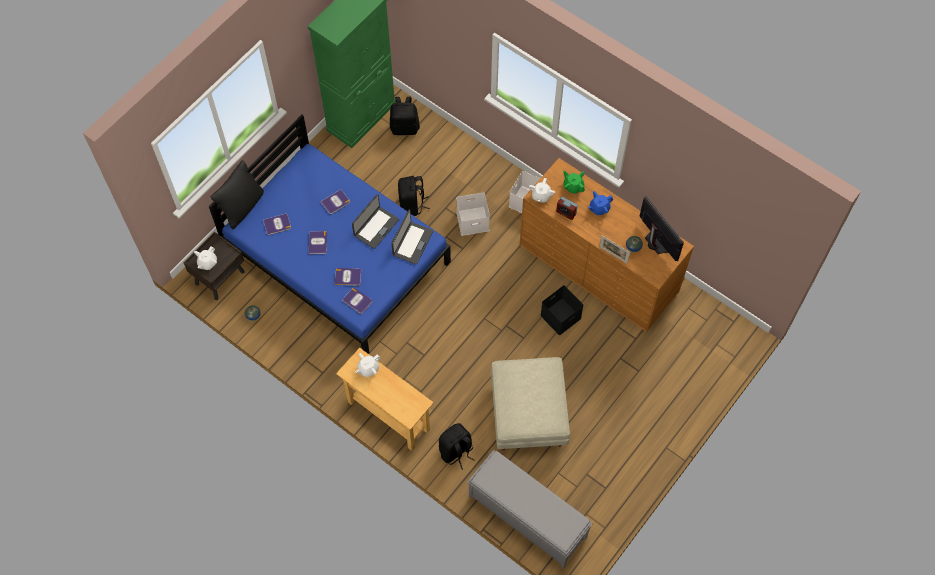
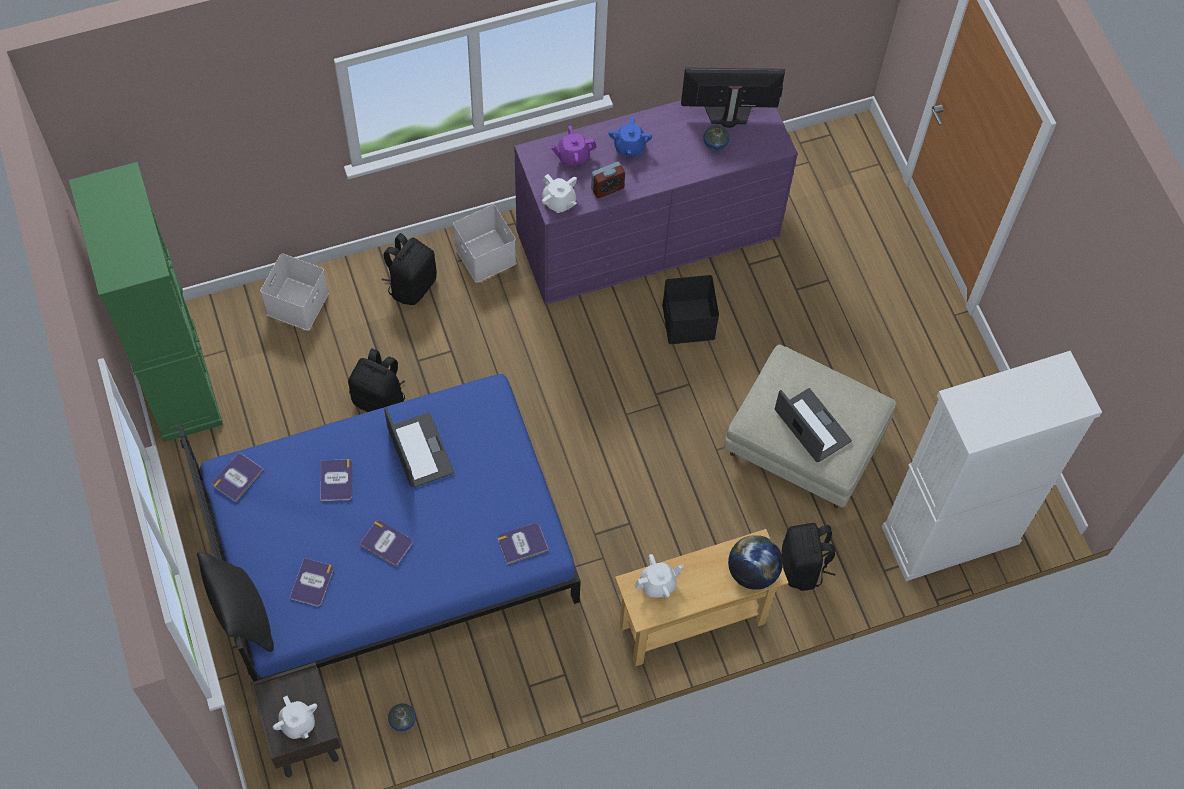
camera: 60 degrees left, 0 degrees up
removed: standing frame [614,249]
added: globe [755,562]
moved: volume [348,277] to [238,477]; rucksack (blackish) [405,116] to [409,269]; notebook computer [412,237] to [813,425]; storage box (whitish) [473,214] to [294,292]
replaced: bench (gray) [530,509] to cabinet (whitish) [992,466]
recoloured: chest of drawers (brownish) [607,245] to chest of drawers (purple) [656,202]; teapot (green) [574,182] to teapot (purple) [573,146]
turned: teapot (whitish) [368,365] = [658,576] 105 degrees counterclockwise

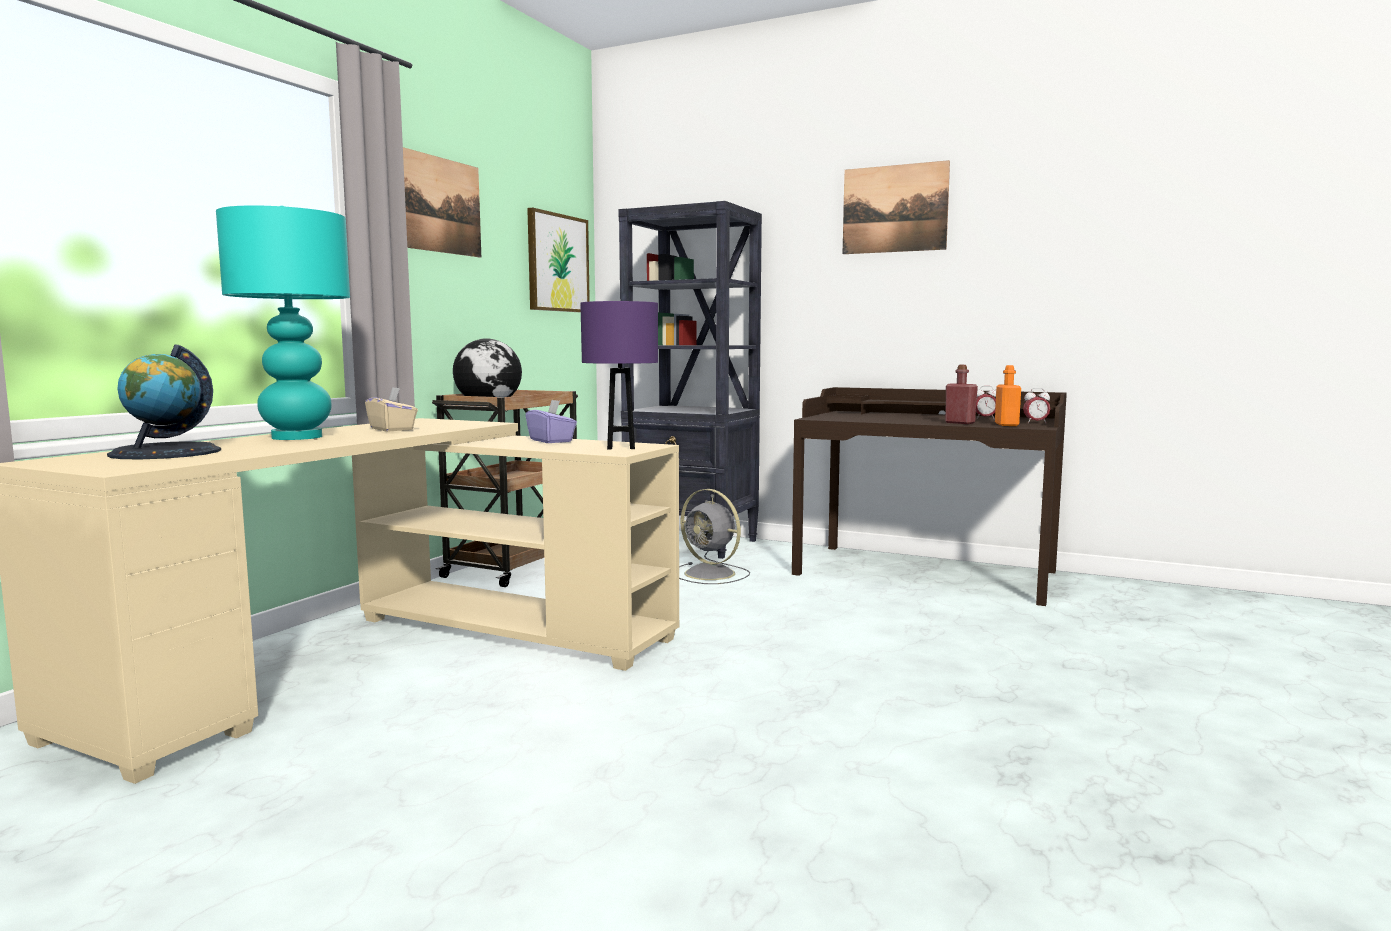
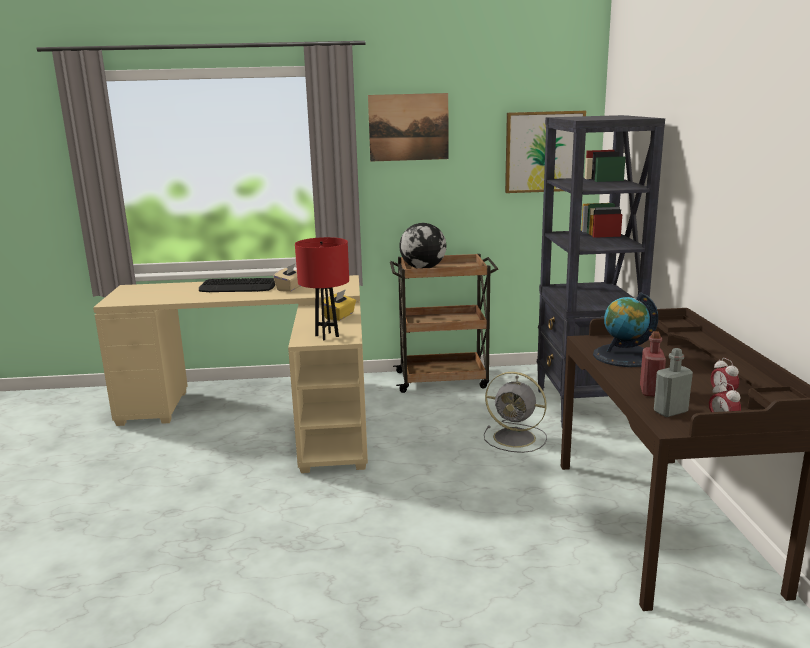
camera: 60 degrees right, 10 degrees up
removed: wall picture [896,207]
moved: globe [164,402] to [625,329]
replaced: lamp for a table (turquoise-coloured) [283,322] to computer keyboard [237,285]
recoloured: box of tissues (purple) [551,421] to box of tissues (yellow-coloured) [340,305]; lamp for a table (purple) [619,375] to lamp for a table (red-coloured) [322,288]; bottle (orange-coloured) [1008,395] to bottle (gray) [673,382]
turned: cooling fan (gray) [714,536] = [515,412] 75 degrees counterclockwise

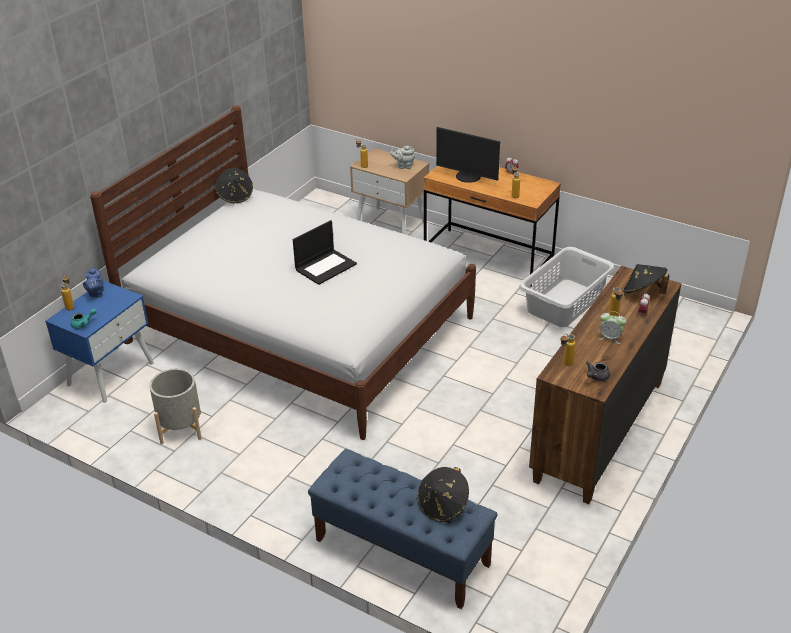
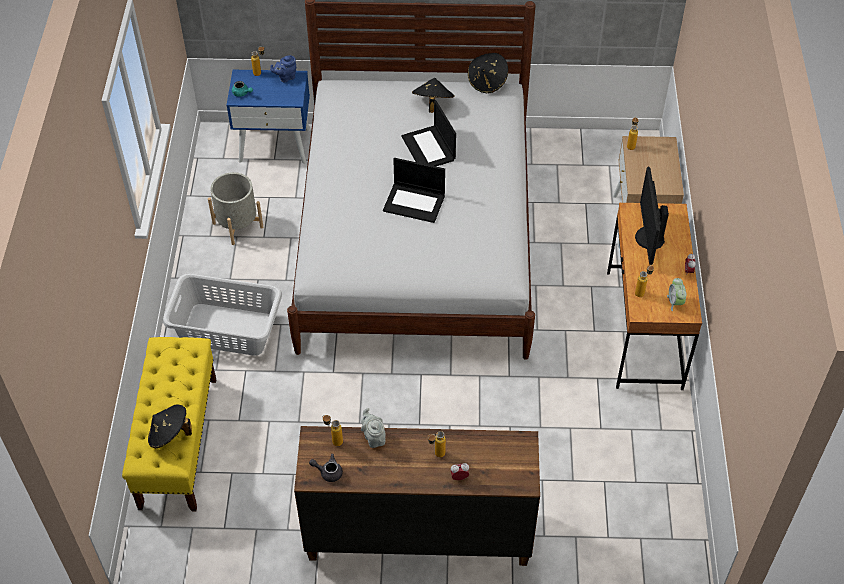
camera: 60 degrees right, 15 degrees up
added: notebook computer [428,133]
moved: teapot (gray) [402,157] to [373,428]; laundry basket (gray) [567,287] to [222,315]; bedside clock [612,327] to [677,294]; clothing hat (blackish) [646,279] to [433,95]
recoloured: bench (blue-coloured) [402,529] to bench (yellow-coloured) [169,424]

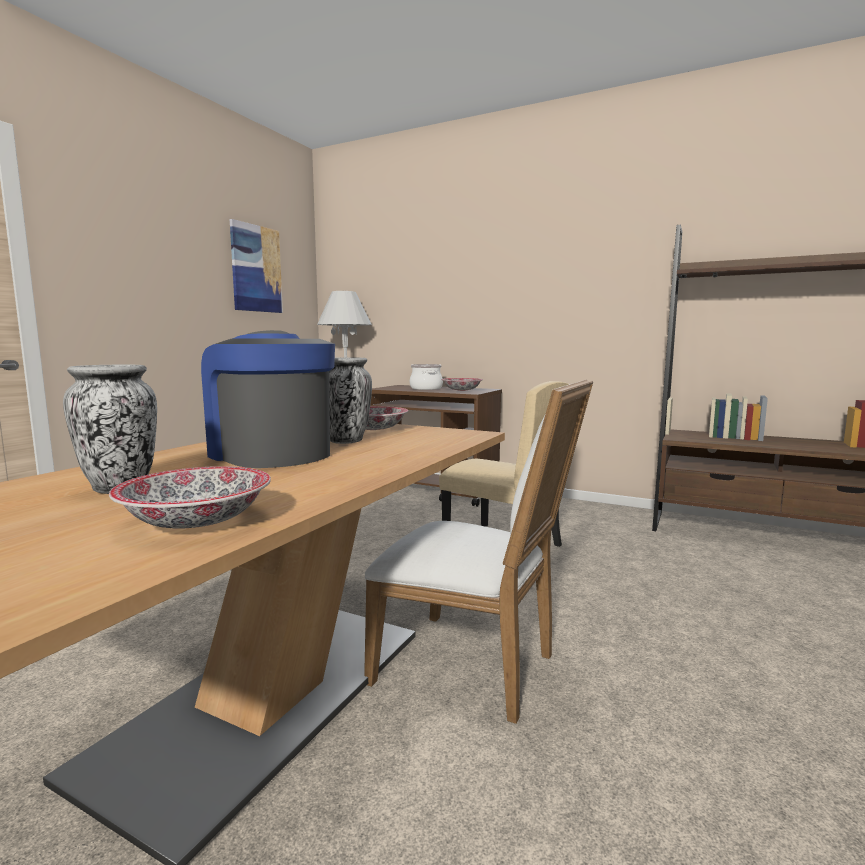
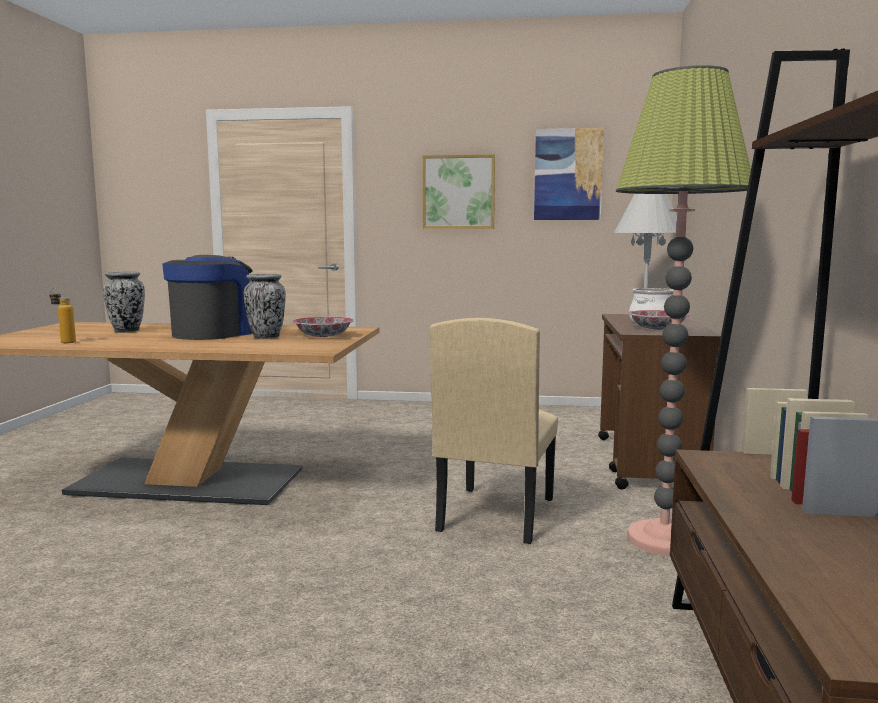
camera: 70 degrees right, 0 degrees up
removed: plain chair (whitish) [478,551]
added: wall picture [458,191]; floor lamp [683,310]
replaced: bowl [190,497] to bottle [62,315]

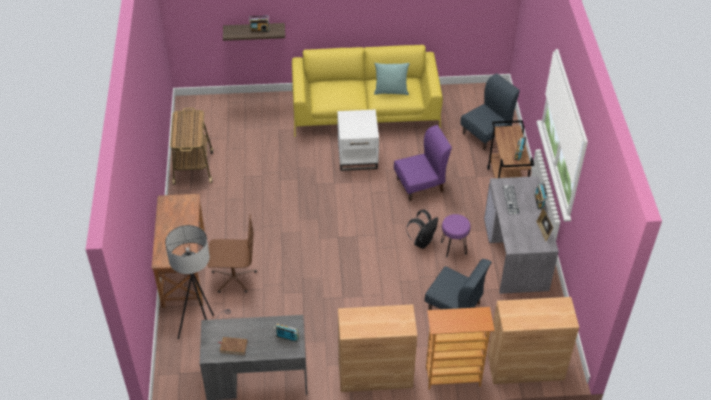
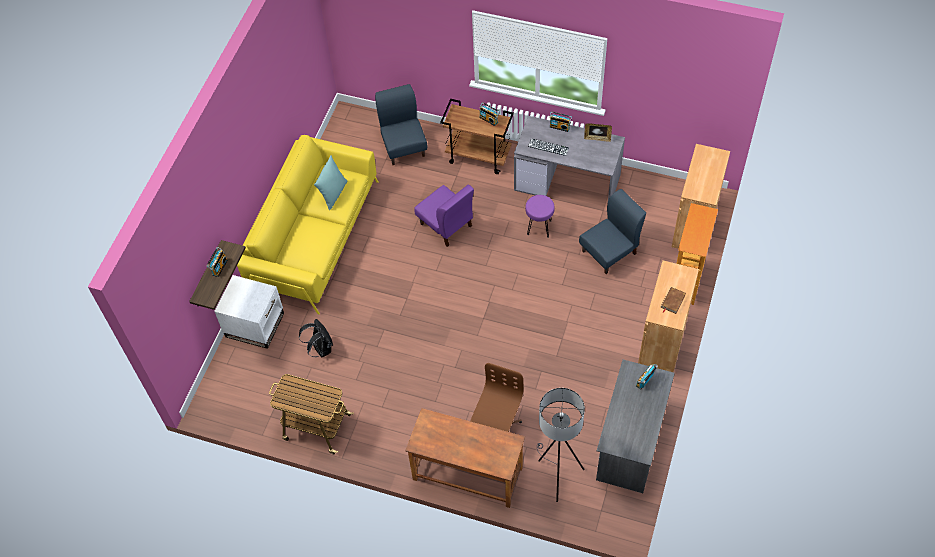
camera: 65 degrees left, 10 degrees up
moved: volume (brownish) [233,346] to [673,300]; side table (whitish) [358,140] to [249,312]; rucksack (blackish) [422,229] to [316,338]
turned: plain chair (purple) [423,163] = [444,216] 135 degrees clockwise

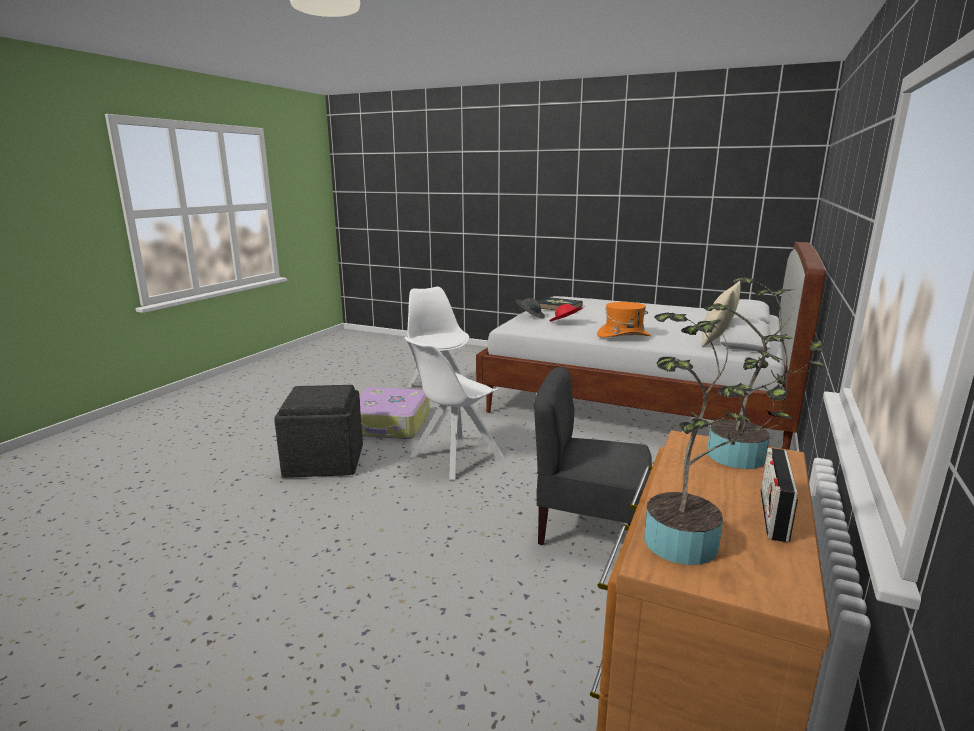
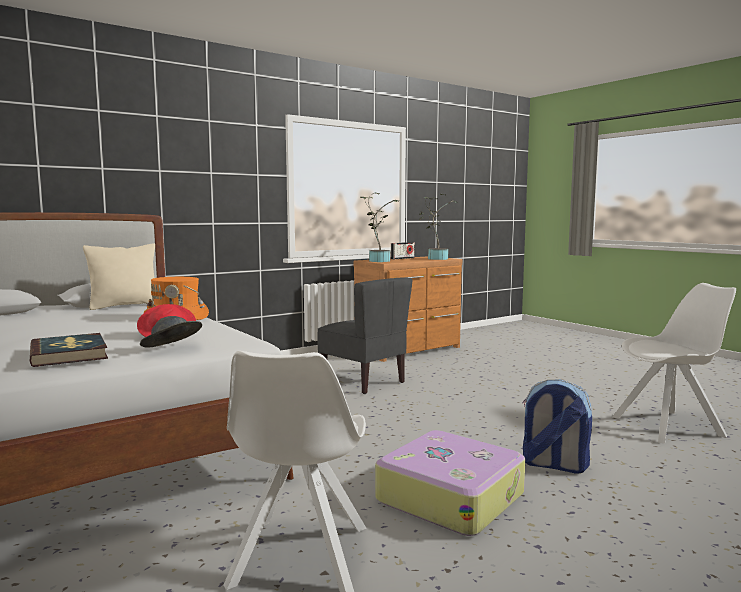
camera: 150 degrees left, 10 degrees down
moved: plain chair (whitish) [454,408] to [674,363]
replaced: ottoman (gray) [318,431] to rucksack [557,426]

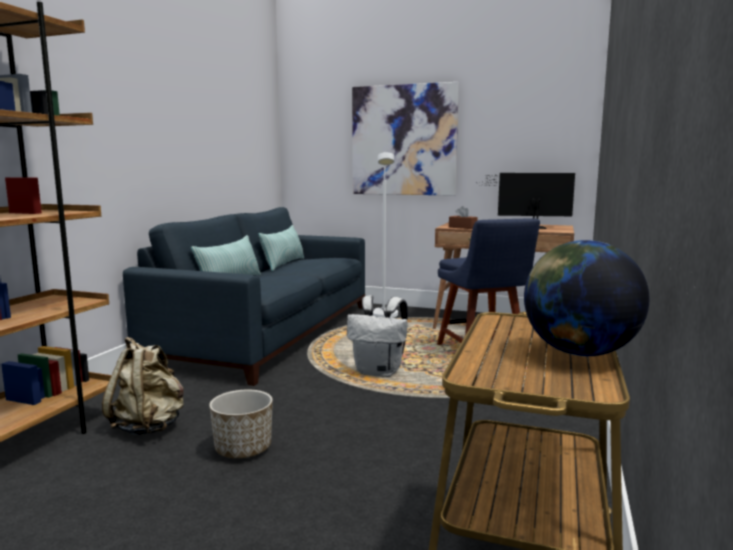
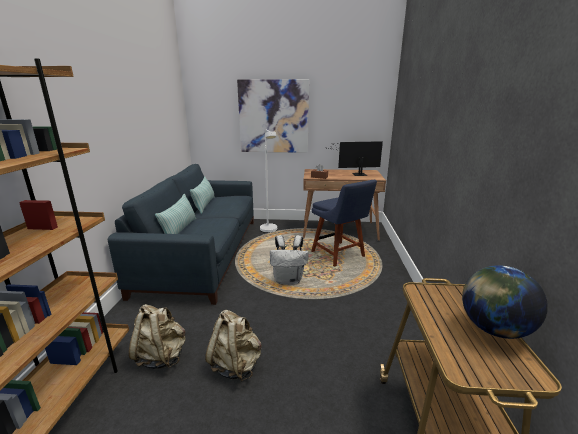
camera: 15 degrees left, 10 degrees up
replaced: flower pot [241,423] to rucksack (beige) [233,346]

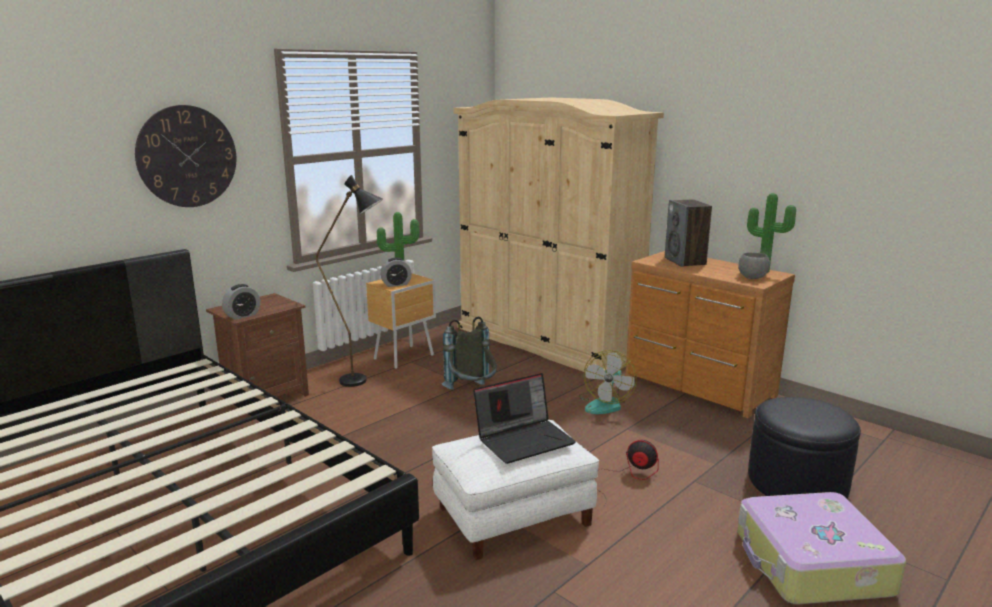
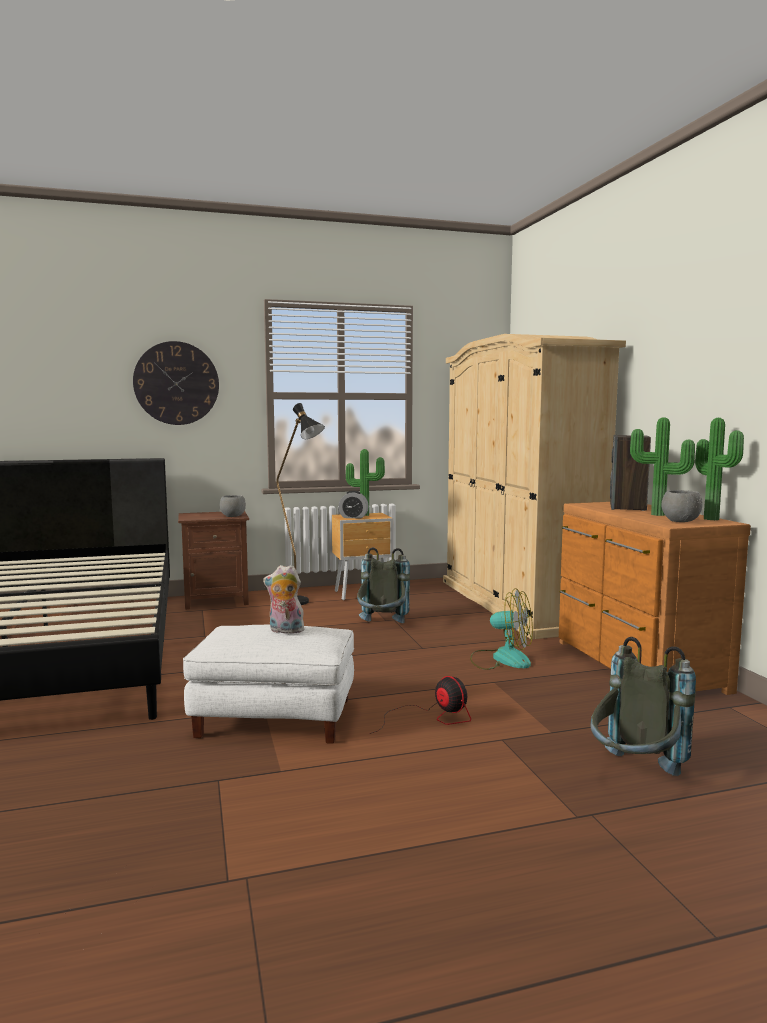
camera: 30 degrees right, 10 degrees down
removed: bedside clock [241,302]; piece of luggage [821,548]
added: bowl (gray) [233,506]; plant in a pot [662,466]
replaced: notebook computer [524,418] to plush toy [284,599]; ottoman (blackish) [804,447] to rucksack (gray) [643,706]
turned: cooling fan [608,382] = [501,629] 120 degrees counterclockwise

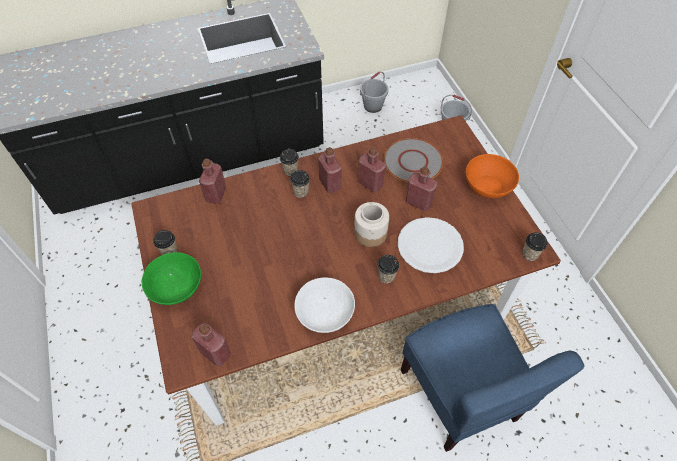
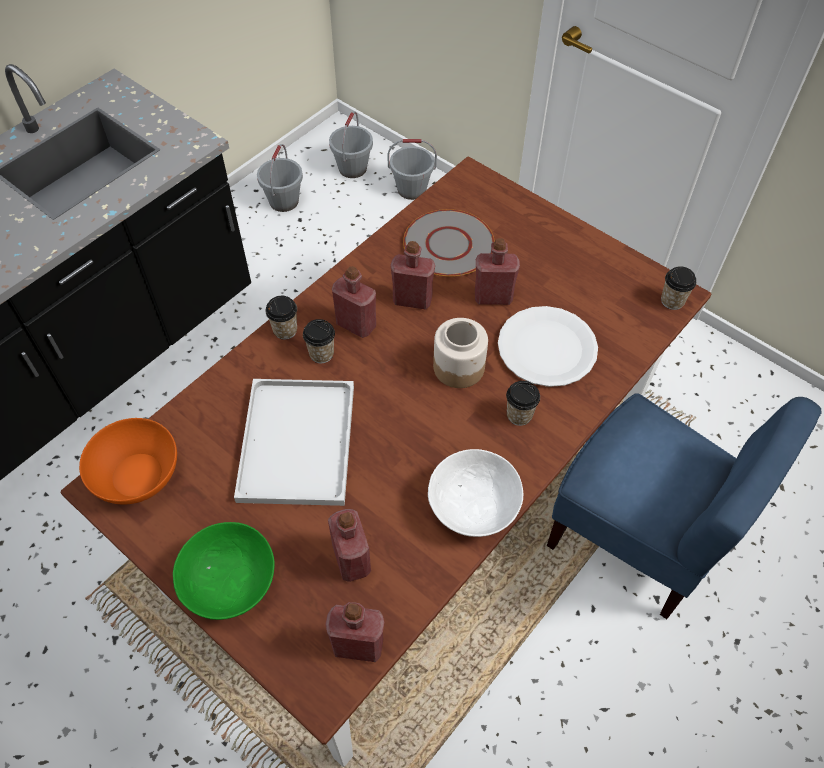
camera: 30 degrees left, 0 degrees up
removed: cup [165,242]
added: serving tray (whitish) [294,442]; bucket (gray) [351,145]
moved: bottle (red-coloured) [212,181] to [349,545]; bowl (orange-coloured) [492,176] to [128,461]

